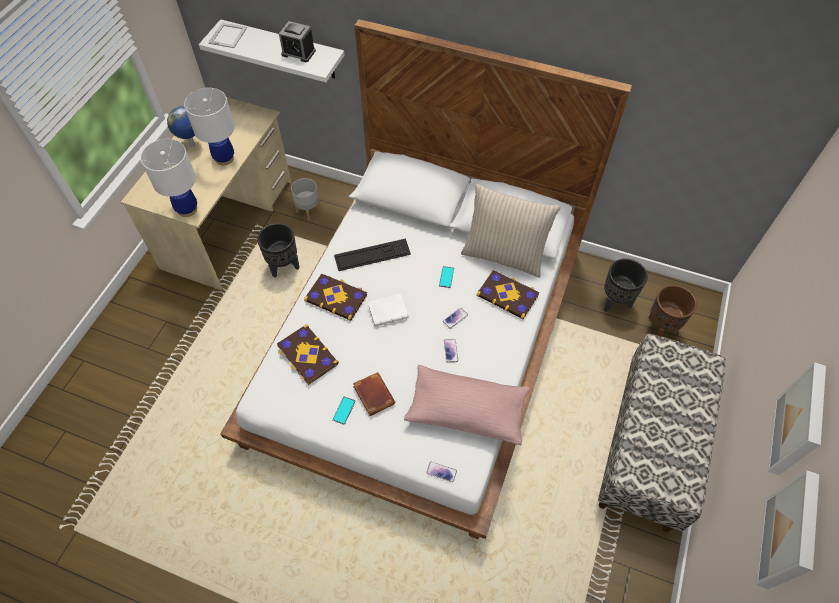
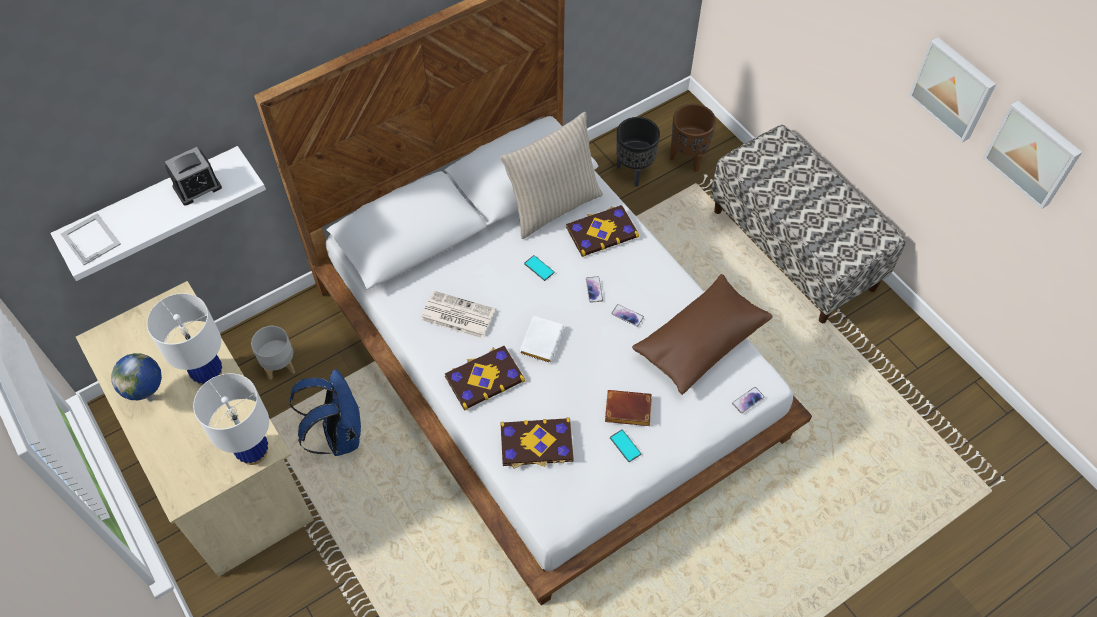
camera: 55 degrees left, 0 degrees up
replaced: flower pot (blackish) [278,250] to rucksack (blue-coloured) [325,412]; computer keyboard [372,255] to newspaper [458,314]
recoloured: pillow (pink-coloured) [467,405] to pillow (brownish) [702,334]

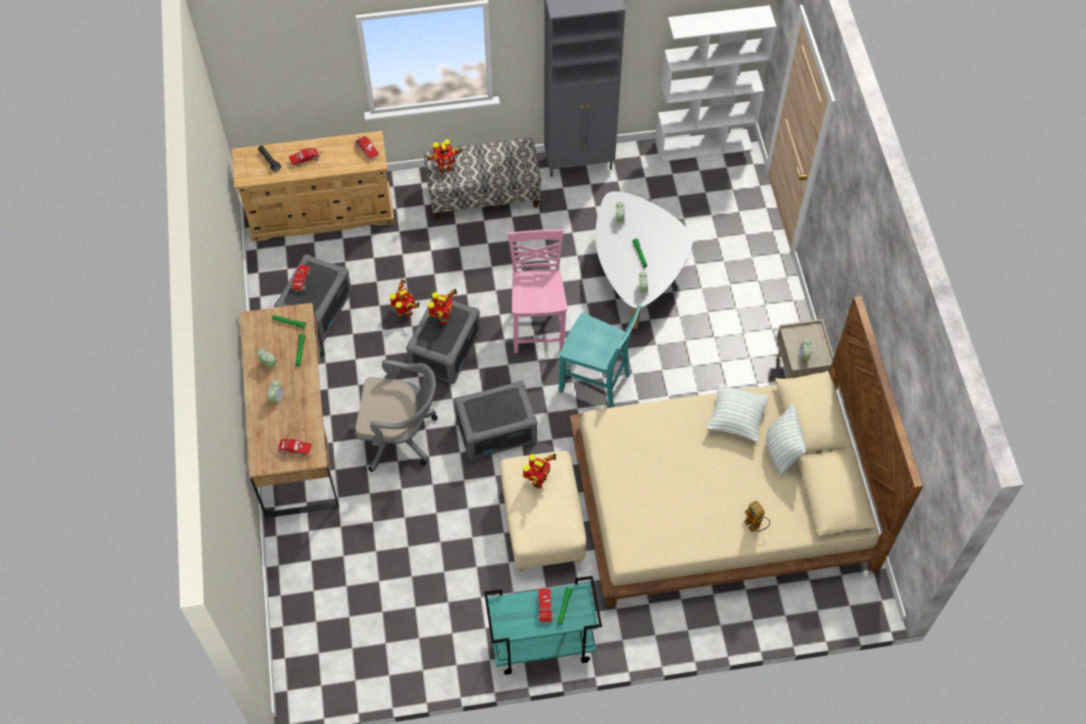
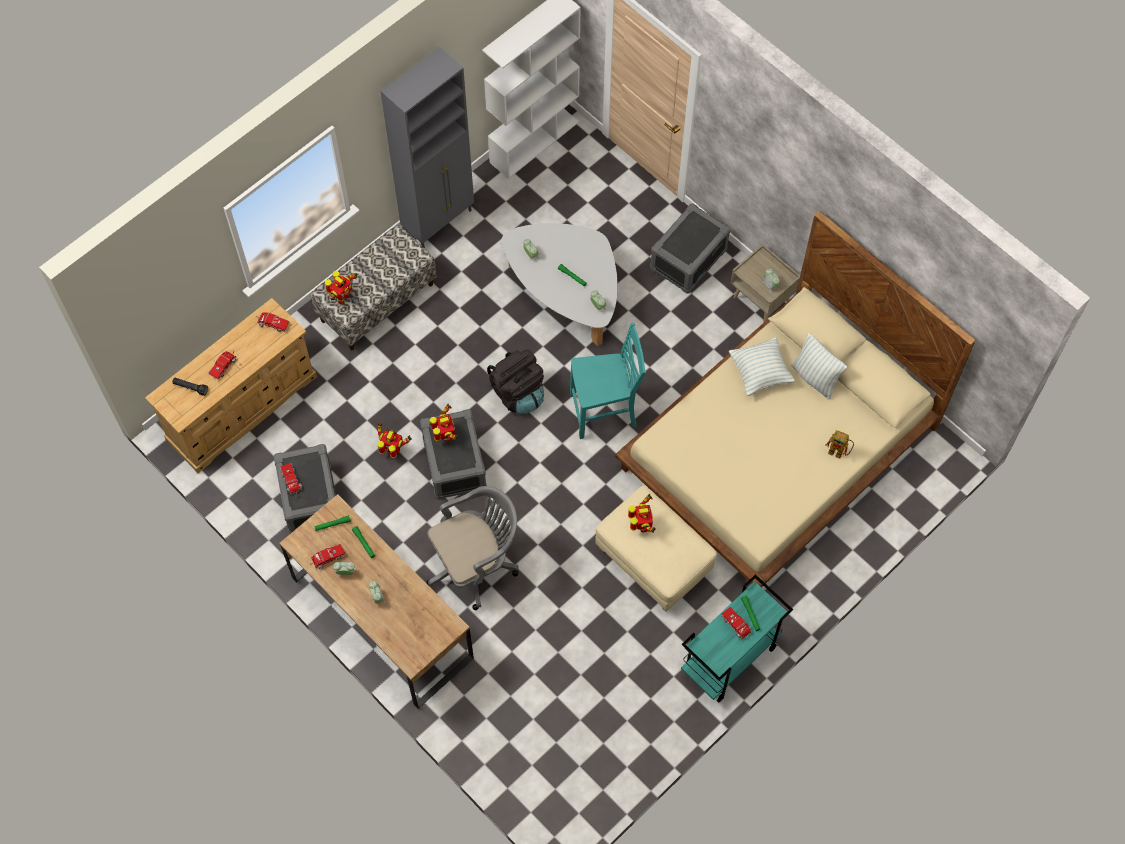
camera: 35 degrees left, 5 degrees up
moved: model truck [293,447] to [328,556]; storage box (gray) [496,420] to [690,249]
replaced: plain chair (pink-coloured) [537,291] to rucksack (blackish) [515,381]

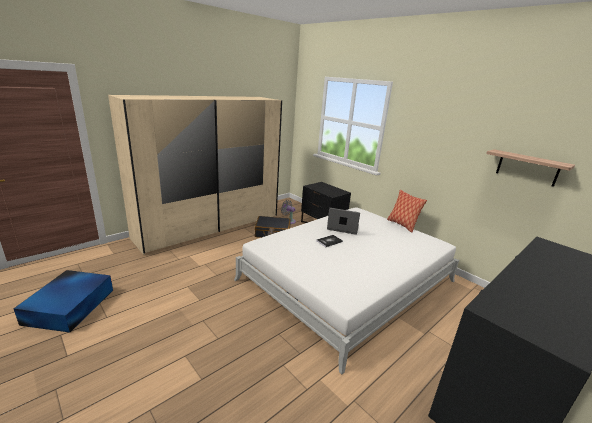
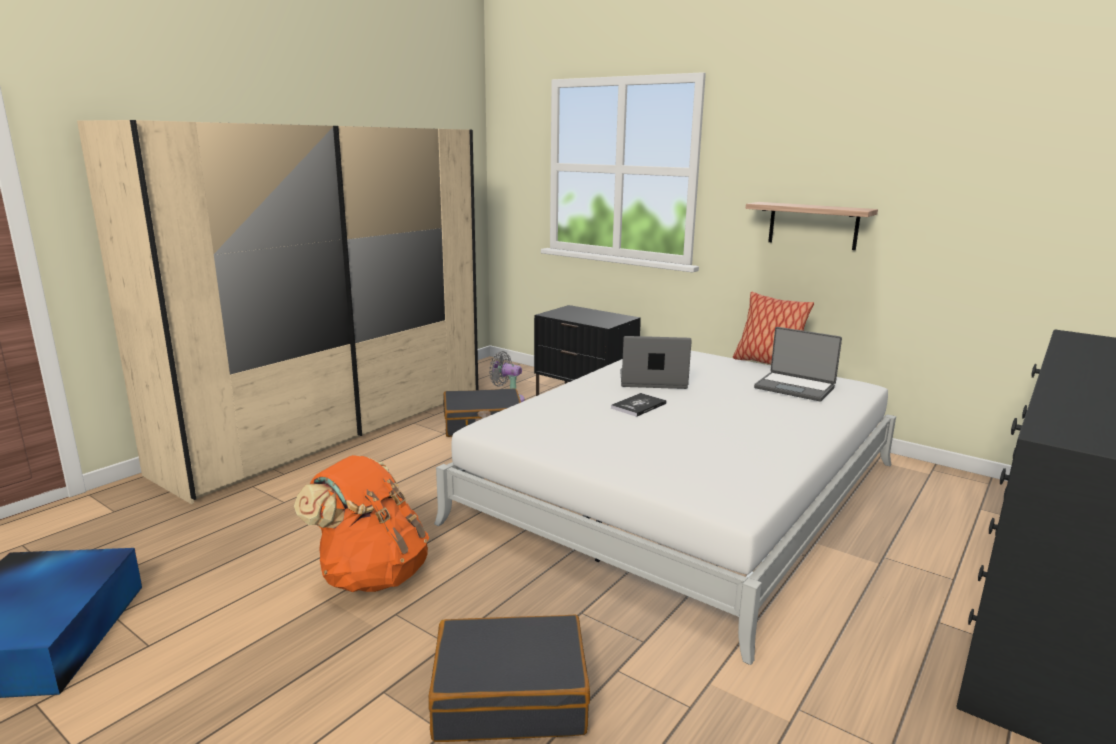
camera: 10 degrees left, 5 degrees down
added: rucksack (orange-coloured) [361,523]; piece of luggage (blackish) [509,678]; notebook computer [798,364]
moved: bracket shelf [530,168] to [812,226]

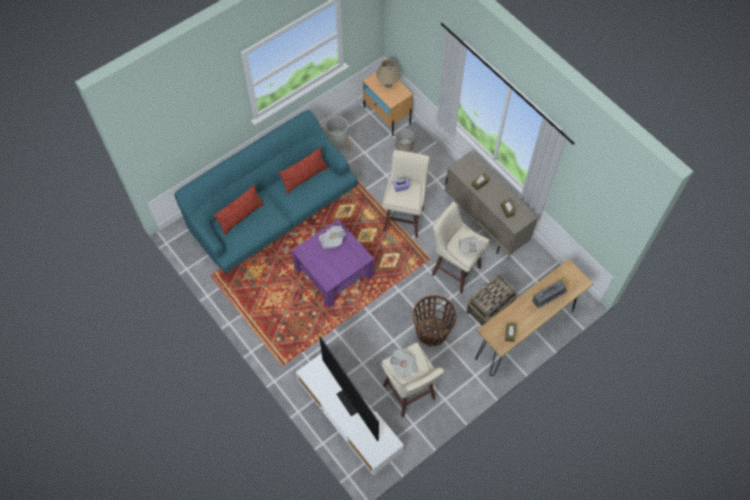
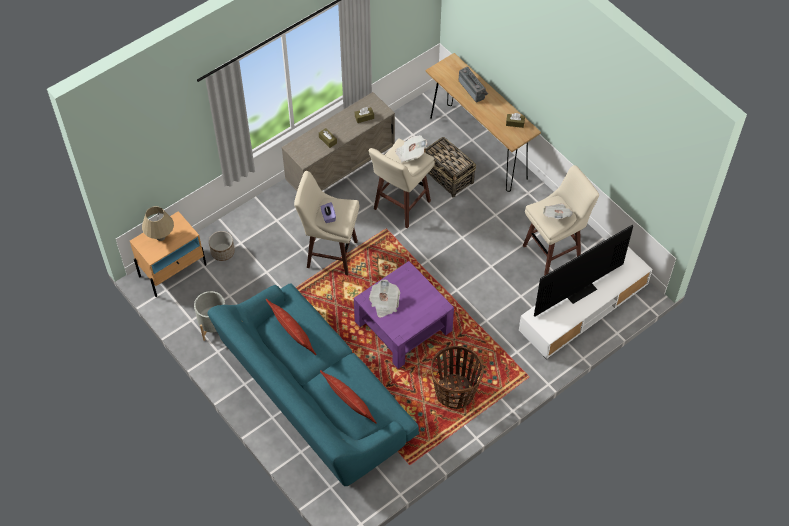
camera: 90 degrees left, 5 degrees down
moved: basket [434,321] to [457,377]

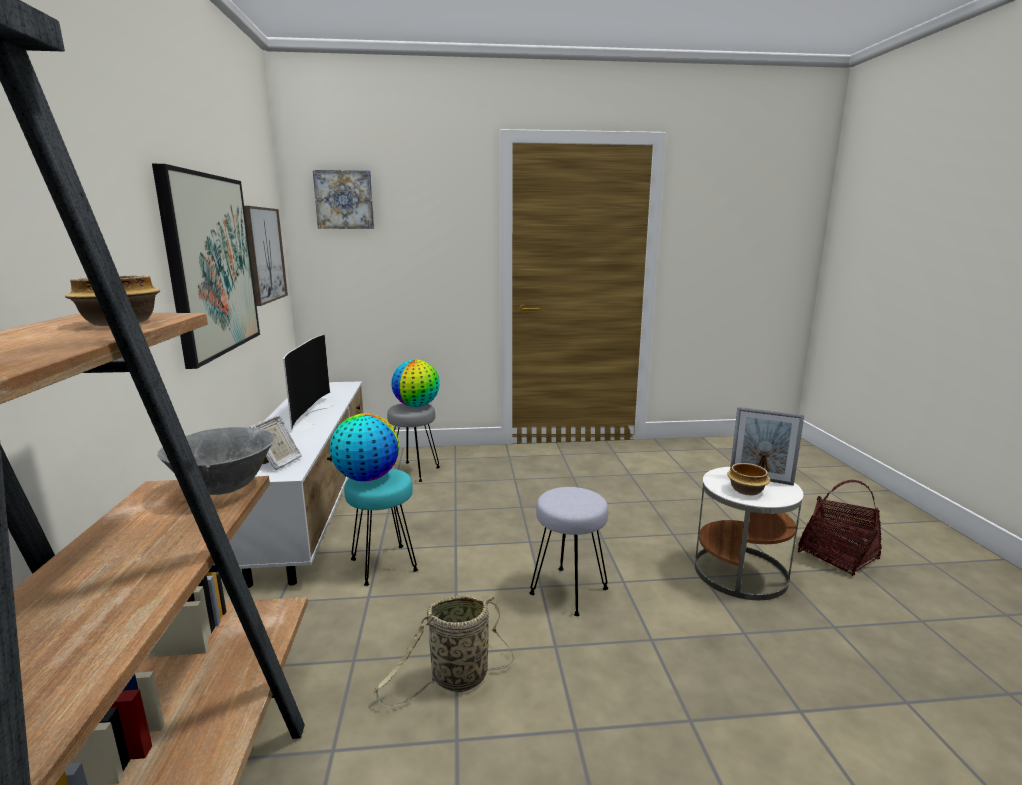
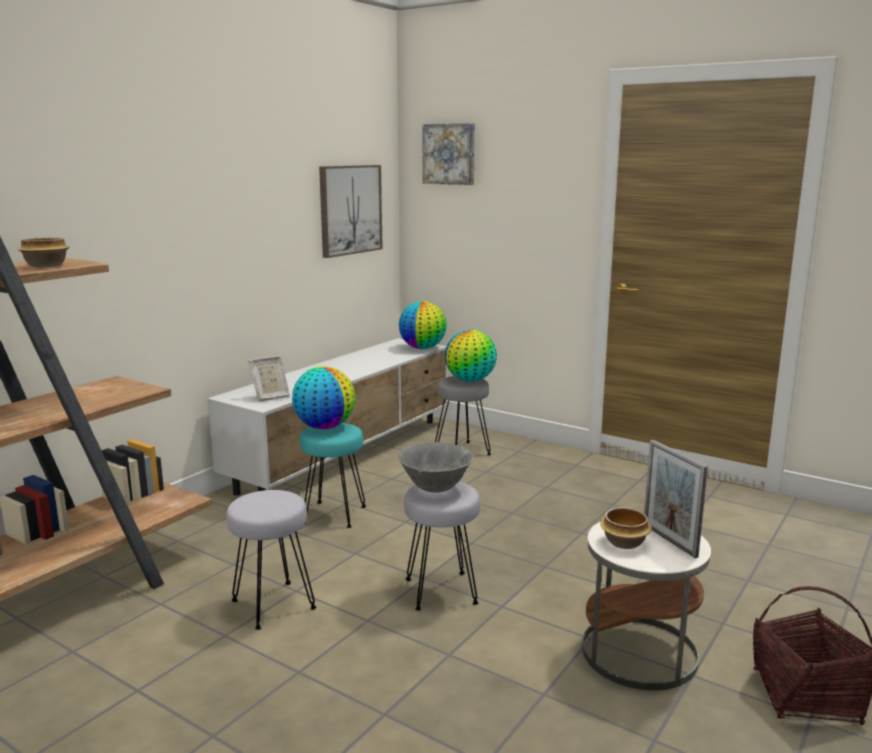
camera: 40 degrees right, 0 degrees up
removed: wall picture [206,266]; television [309,382]
added: globe [423,325]
moved: bowl (gray) [215,461] to [435,467]
replaced: basket [443,650] to stool seat (gray) [271,560]

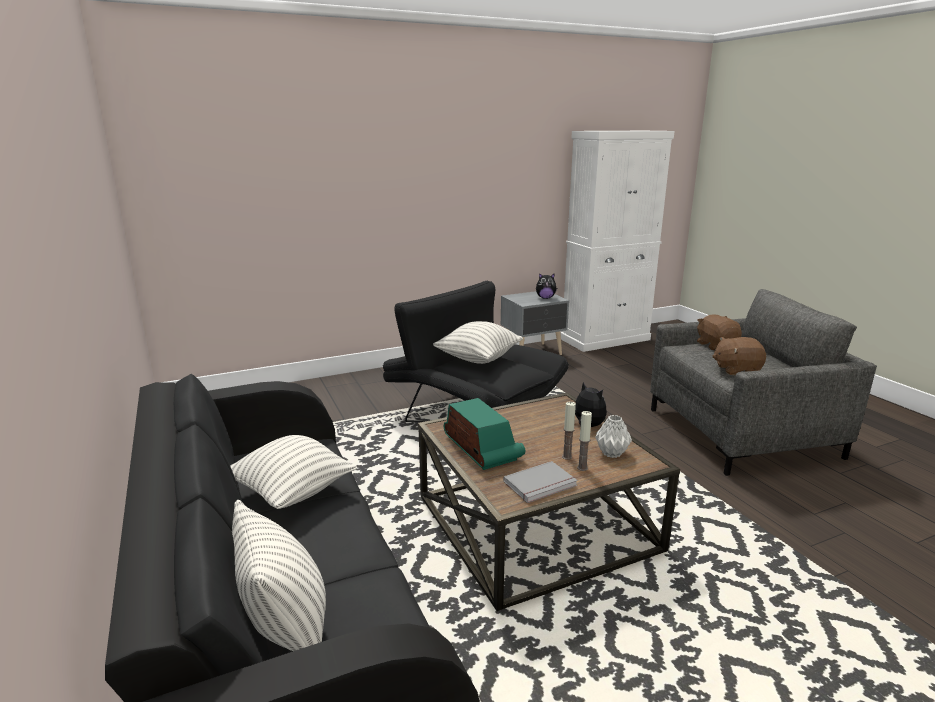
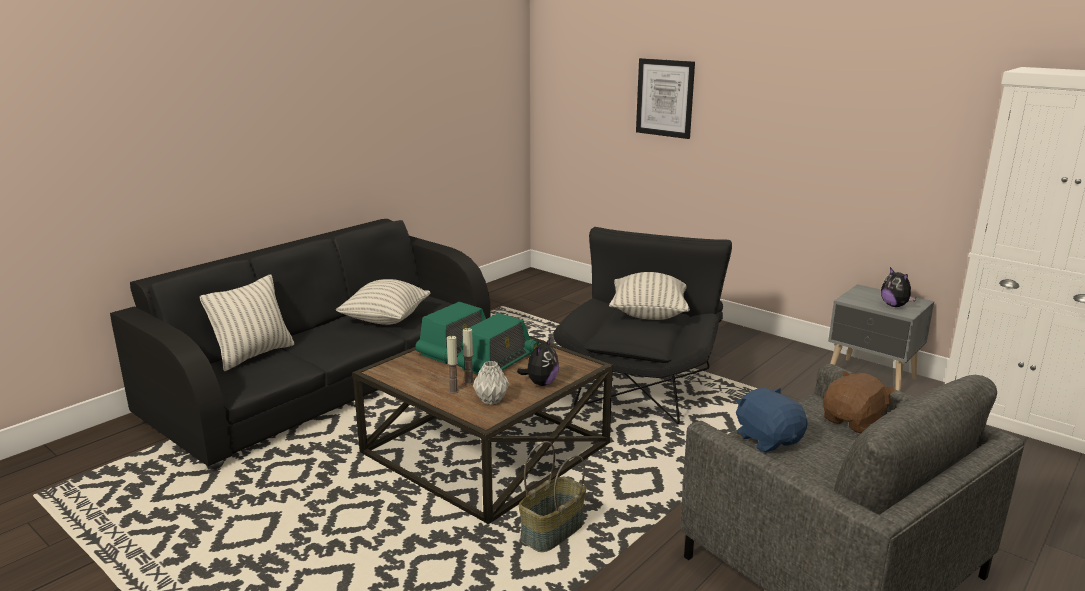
camera: 65 degrees right, 0 degrees up
removed: volume (gray) [540,482]
added: radio receiver [498,344]; basket [552,496]; wall picture [665,98]
recoloured: plush toy (brownish) [739,356] to plush toy (blue-coloured) [772,420]

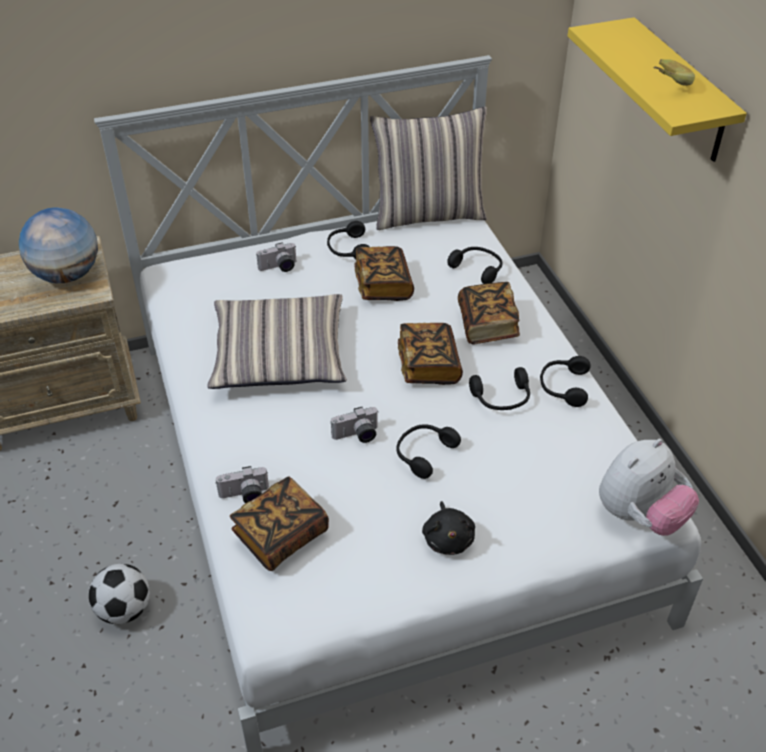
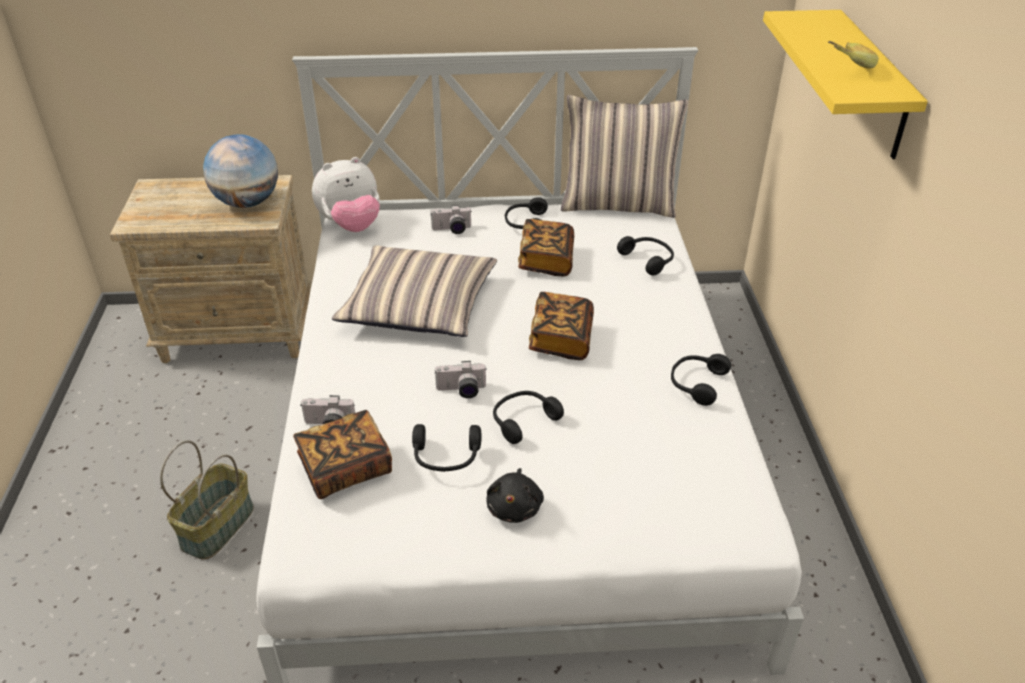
camera: 15 degrees right, 5 degrees down
removed: volume [489,313]
moved: headset (blackish) [499,388] to [447,448]; plush toy [649,487] to [346,194]
replaced: ball for football [119,594] to basket [207,500]

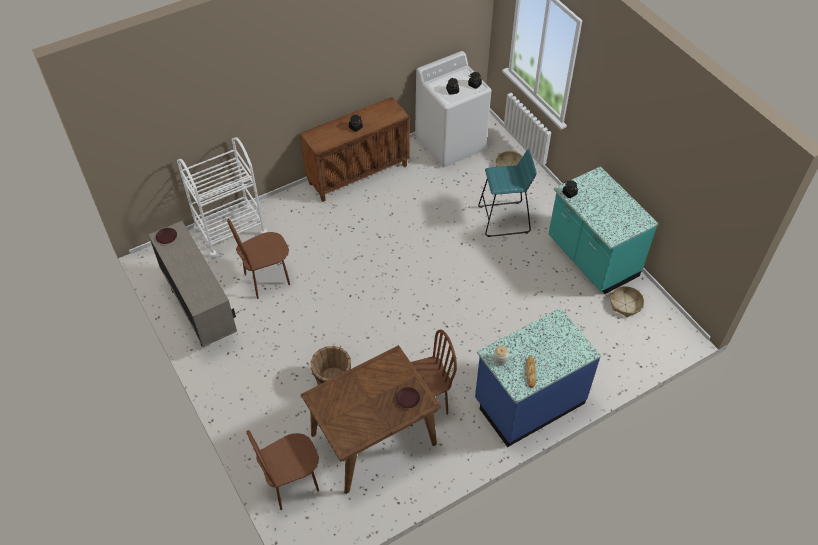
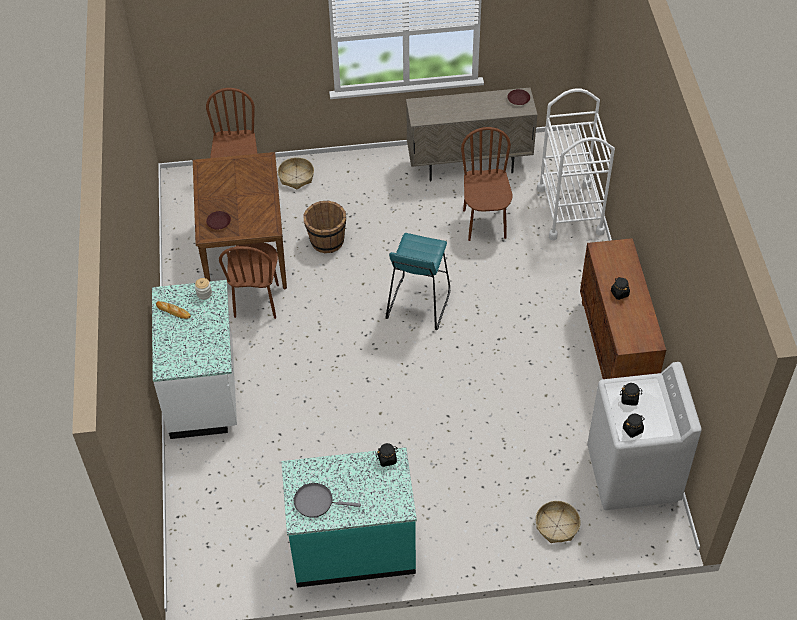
camera: 115 degrees right, 0 degrees up
added: frying pan (gray) [327,500]
moved: stool seat (turquoise-coloured) [507,192] to [418,281]; basket [627,301] to [296,173]
recoloured: counter (blue-coloured) [538,377] to counter (whitish) [194,359]

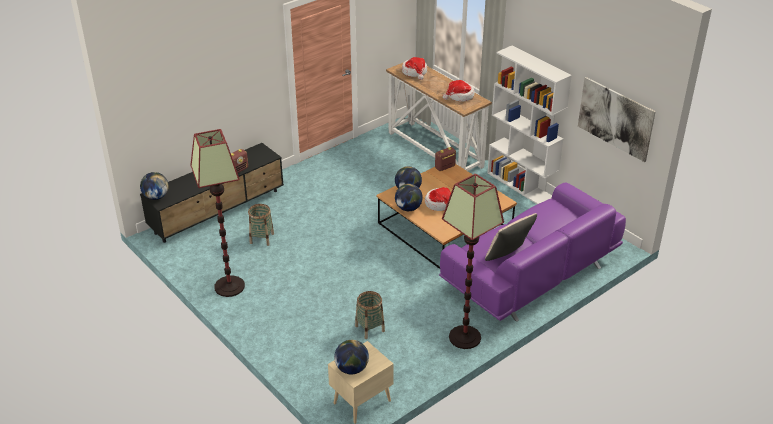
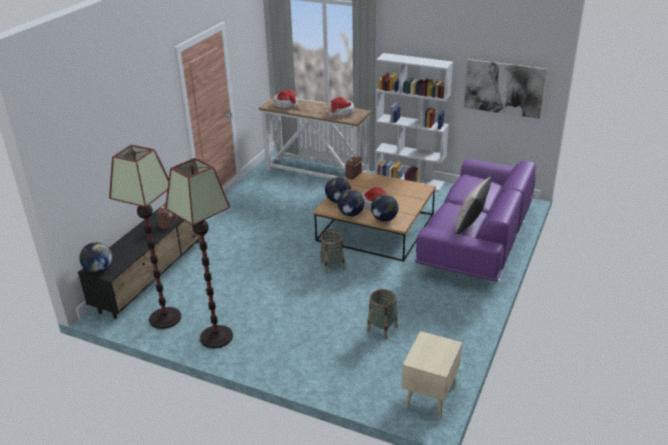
camera: 25 degrees left, 5 degrees down
moved: basket [261,225] to [332,251]; globe [351,357] to [384,208]; floor lamp [473,261] to [145,237]

